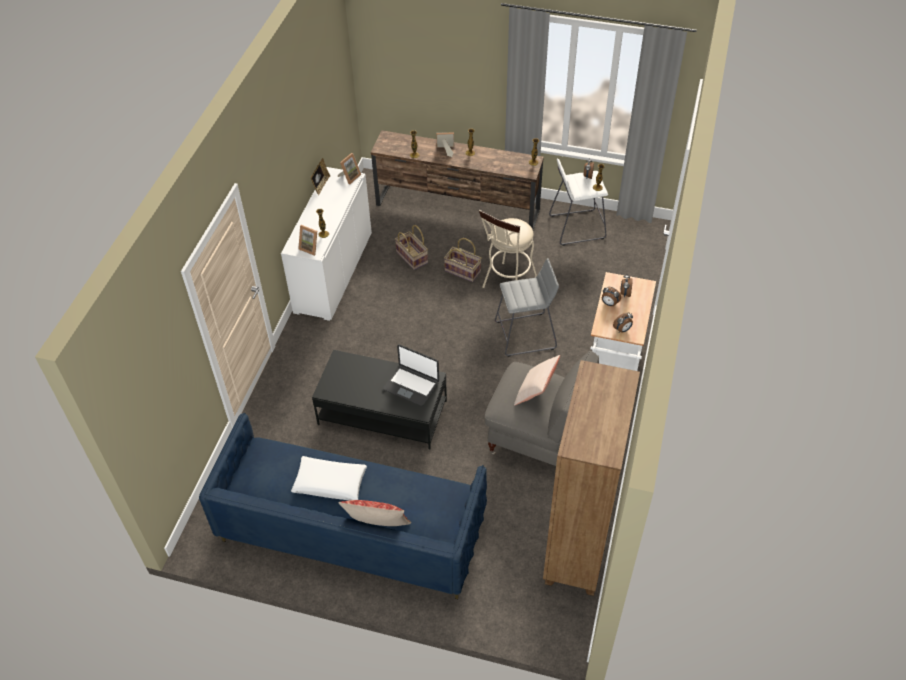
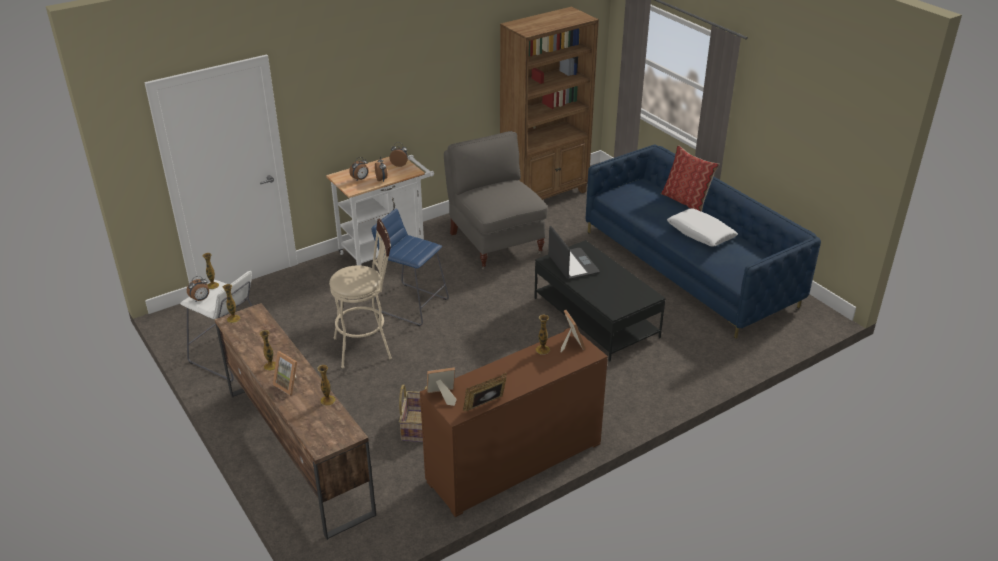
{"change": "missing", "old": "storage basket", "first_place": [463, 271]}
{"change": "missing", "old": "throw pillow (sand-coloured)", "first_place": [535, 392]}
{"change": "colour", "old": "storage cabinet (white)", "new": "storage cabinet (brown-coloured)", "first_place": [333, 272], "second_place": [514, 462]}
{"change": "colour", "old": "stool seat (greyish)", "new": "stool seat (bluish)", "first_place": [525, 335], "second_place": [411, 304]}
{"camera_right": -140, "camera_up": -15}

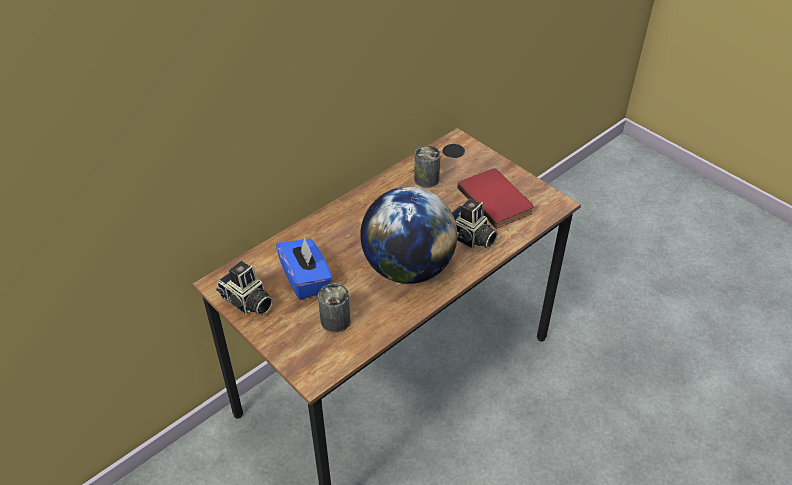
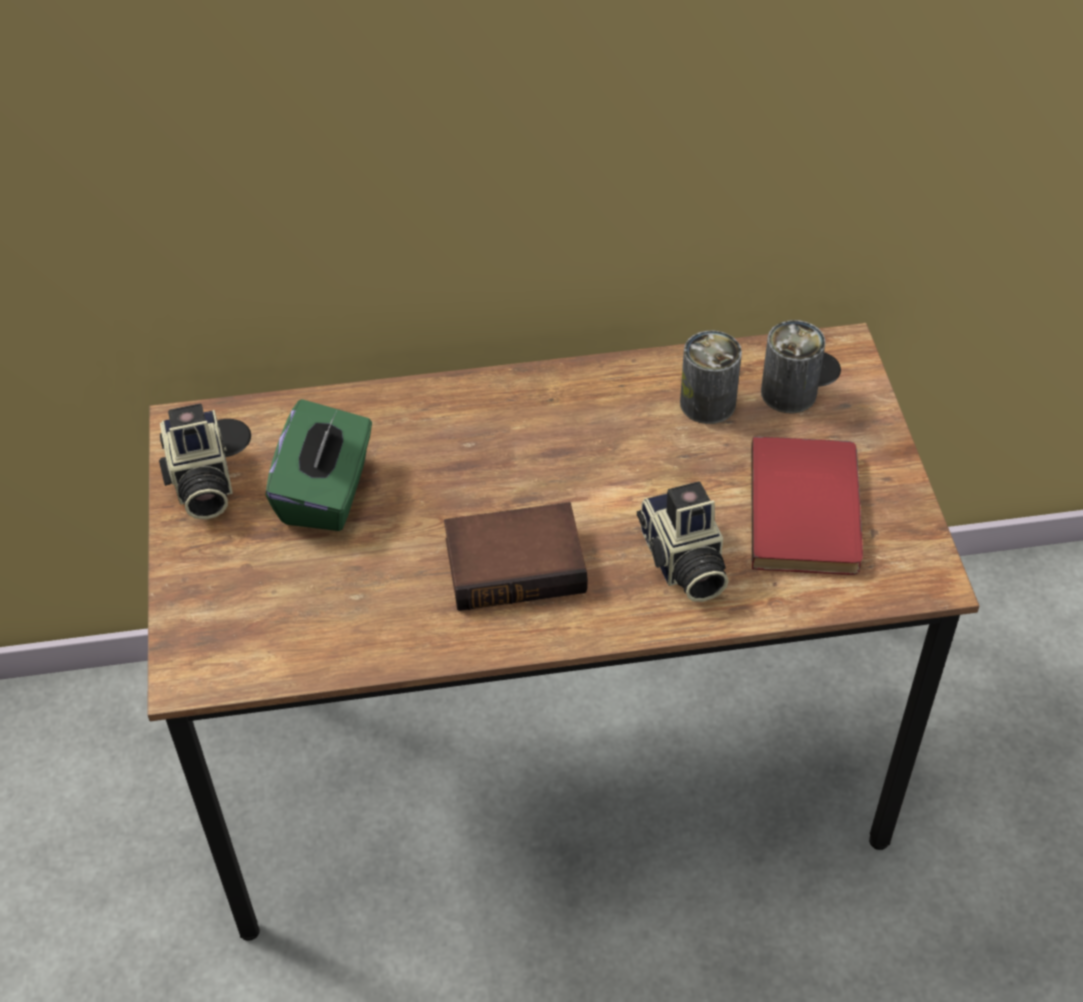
{"change": "relocated", "old": "metal can", "first_place": [335, 321], "second_place": [788, 393]}
{"change": "exchanged", "old": "desk globe", "new": "book", "first_place": [408, 268], "second_place": [516, 562]}
{"change": "colour", "old": "tissue holder (bluish)", "new": "tissue holder (green)", "first_place": [306, 280], "second_place": [326, 492]}
{"camera_right": 35, "camera_up": 5}

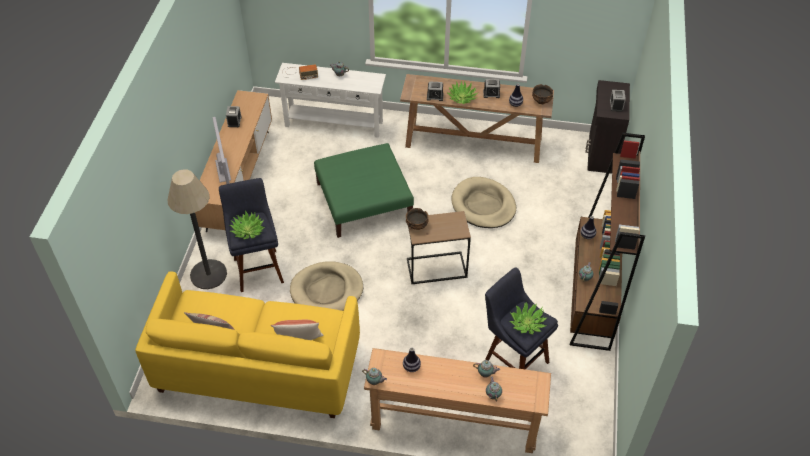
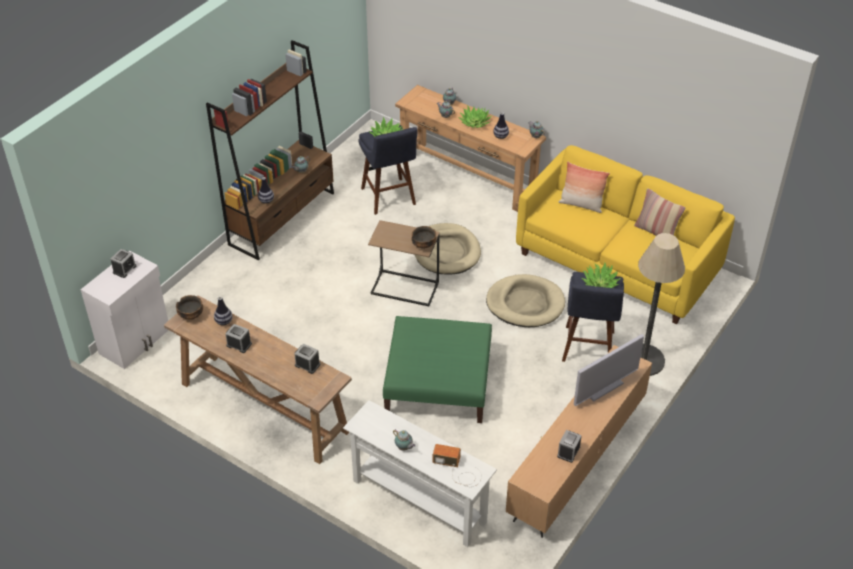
{"change": "relocated", "old": "potted plant", "first_place": [462, 98], "second_place": [475, 122]}
{"change": "relocated", "old": "dog cushion (sand-coloured)", "first_place": [483, 205], "second_place": [446, 252]}
{"change": "colour", "old": "storage cabinet (black-coloured)", "new": "storage cabinet (white)", "first_place": [601, 154], "second_place": [136, 341]}
{"change": "spun", "old": "TV", "first_place": [223, 170], "second_place": [603, 388], "degrees": -135}
{"camera_right": -155, "camera_up": -5}

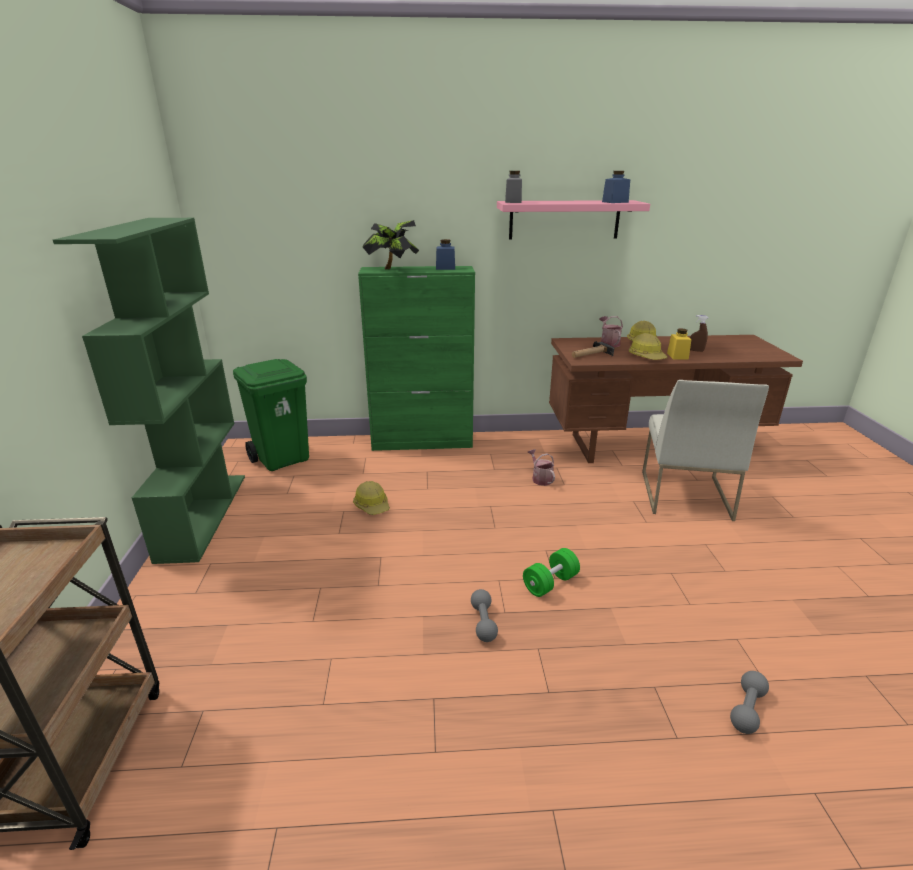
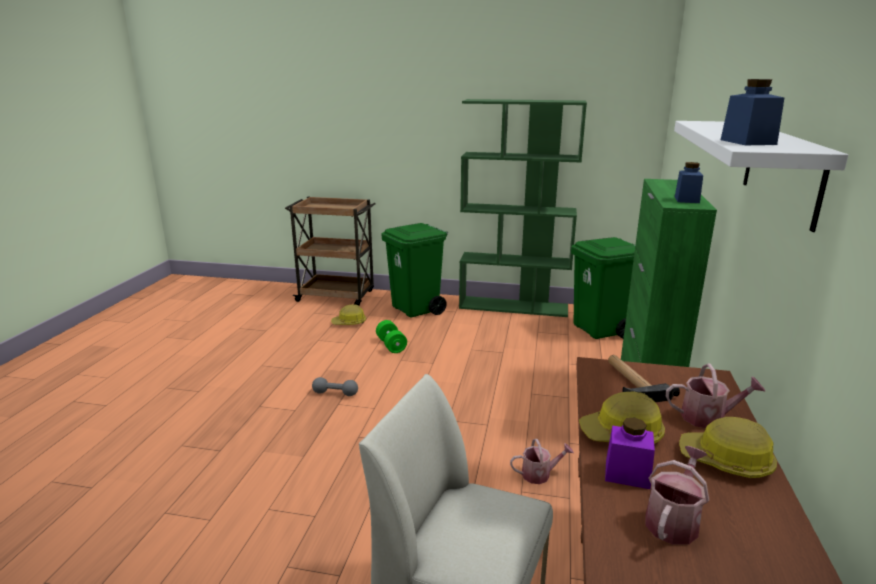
{"change": "missing", "old": "potted plant", "first_place": [392, 269]}
{"change": "missing", "old": "jar (greyish)", "first_place": [513, 202]}
{"change": "missing", "old": "dumbbell (greyish)", "first_place": [747, 709]}
{"change": "appeared", "new": "trash can (green)", "second_place": [416, 309]}
{"change": "relocated", "old": "work helmet", "first_place": [372, 505], "second_place": [349, 323]}
{"change": "relocated", "old": "dumbbell (green)", "first_place": [550, 583], "second_place": [391, 345]}
{"change": "exchanged", "old": "hand sprayer (brown-coloured)", "new": "watering can", "first_place": [696, 350], "second_place": [673, 520]}
{"change": "colour", "old": "wall shelf (pinkish)", "new": "wall shelf (white)", "first_place": [564, 219], "second_place": [781, 170]}
{"change": "colour", "old": "jar (yellow-coloured)", "new": "jar (purple)", "first_place": [677, 356], "second_place": [627, 474]}
{"camera_right": 105, "camera_up": -5}

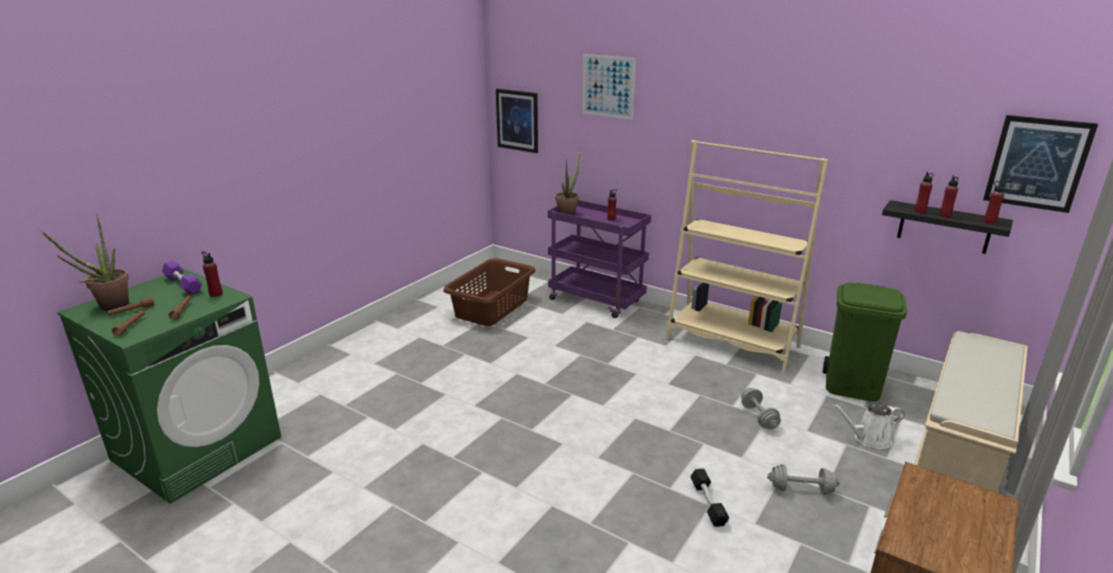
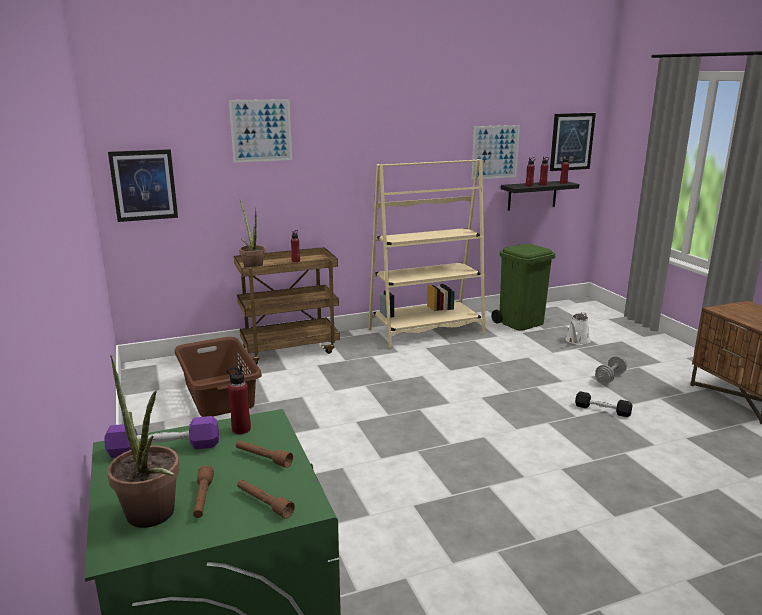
{"change": "missing", "old": "dumbbell (greyish)", "first_place": [758, 417]}
{"change": "missing", "old": "indoor bench (sand-coloured)", "first_place": [961, 450]}
{"change": "appeared", "new": "picture", "second_place": [495, 152]}
{"change": "colour", "old": "cart (purple)", "new": "cart (brown-coloured)", "first_place": [597, 301], "second_place": [290, 349]}
{"camera_right": -55, "camera_up": -5}

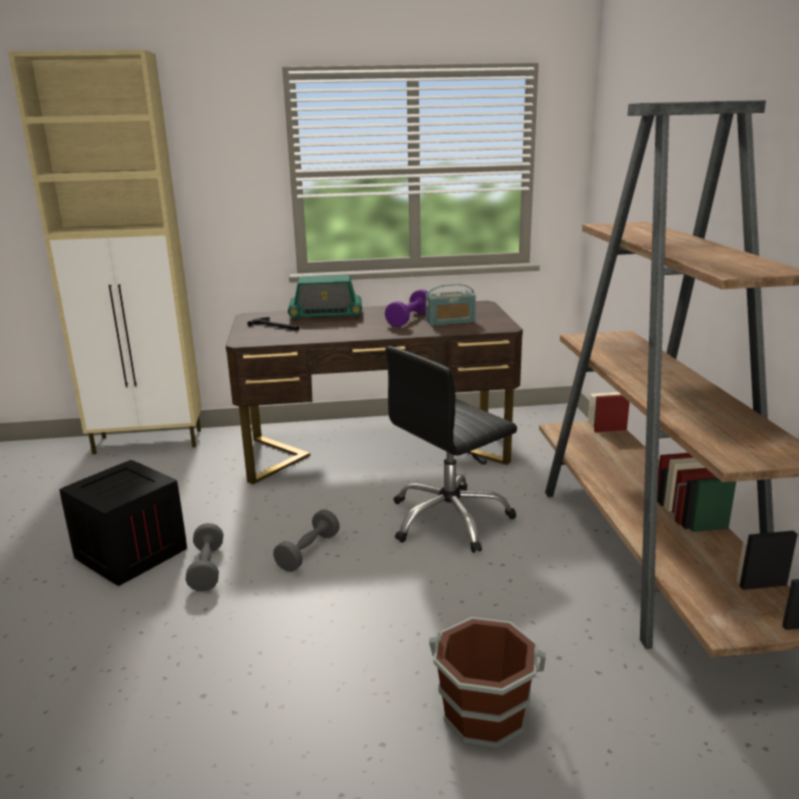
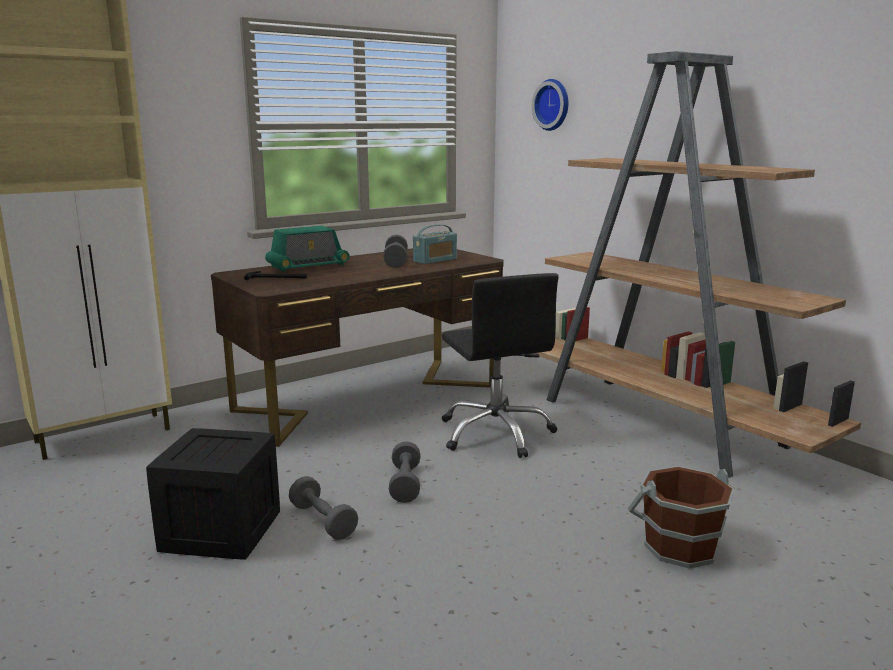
{"change": "appeared", "new": "hanging clock", "second_place": [553, 105]}
{"change": "colour", "old": "dumbbell (purple)", "new": "dumbbell (greyish)", "first_place": [409, 319], "second_place": [396, 262]}
{"change": "spun", "old": "computer chair (black-coloured)", "first_place": [449, 519], "second_place": [496, 433], "degrees": -45}
{"camera_right": -30, "camera_up": -5}

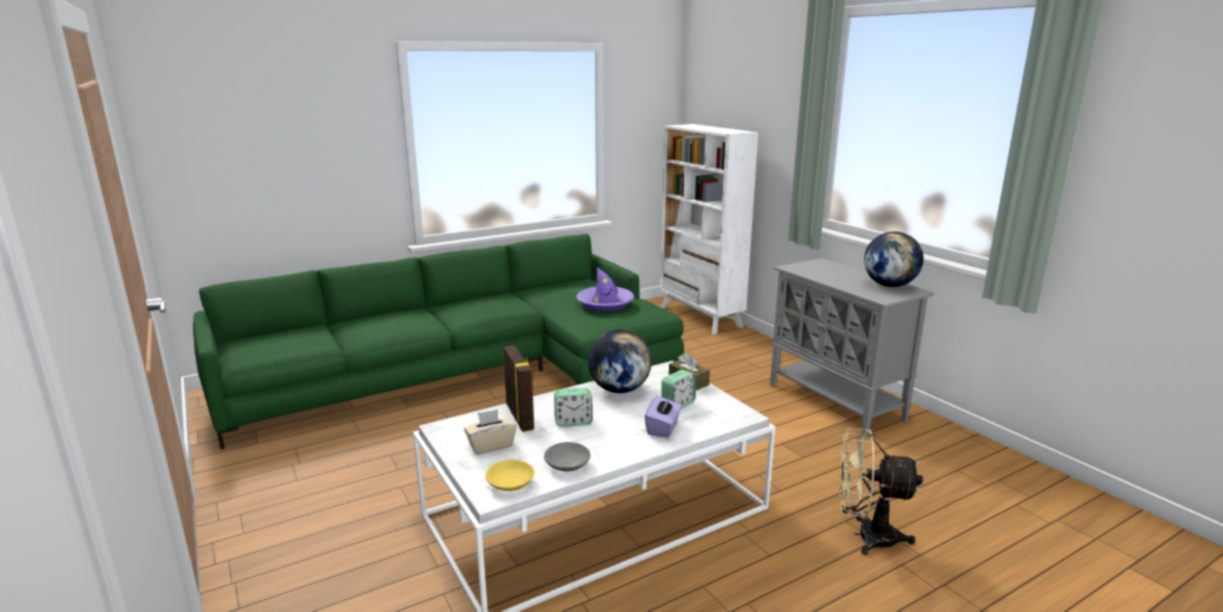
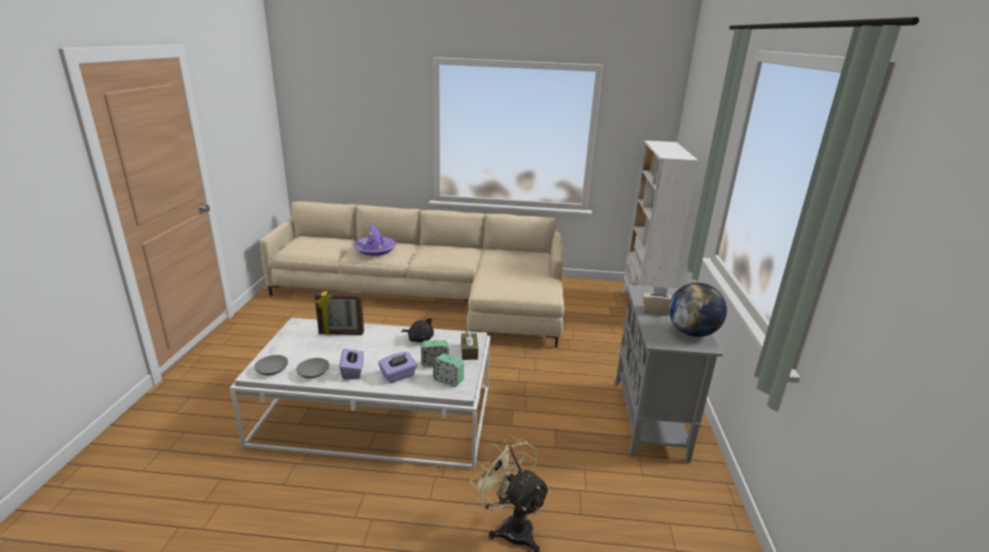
{"change": "appeared", "new": "tissue holder (purple)", "second_place": [353, 371]}
{"change": "relocated", "old": "tissue holder (sand-coloured)", "first_place": [491, 445], "second_place": [657, 310]}
{"change": "relocated", "old": "alarm clock", "first_place": [573, 422], "second_place": [448, 380]}
{"change": "relocated", "old": "clothing hat (purple)", "first_place": [605, 304], "second_place": [375, 250]}
{"change": "exchanged", "old": "desk globe", "new": "plush toy (black-coloured)", "first_place": [619, 389], "second_place": [419, 339]}
{"change": "colour", "old": "couch (green)", "new": "couch (sand-coloured)", "first_place": [469, 373], "second_place": [431, 296]}
{"change": "colour", "old": "serving bowl (yellow-coloured)", "new": "serving bowl (greyish)", "first_place": [511, 484], "second_place": [272, 371]}
{"change": "spun", "old": "photo frame", "first_place": [520, 416], "second_place": [341, 333], "degrees": 75}
{"camera_right": 35, "camera_up": 5}

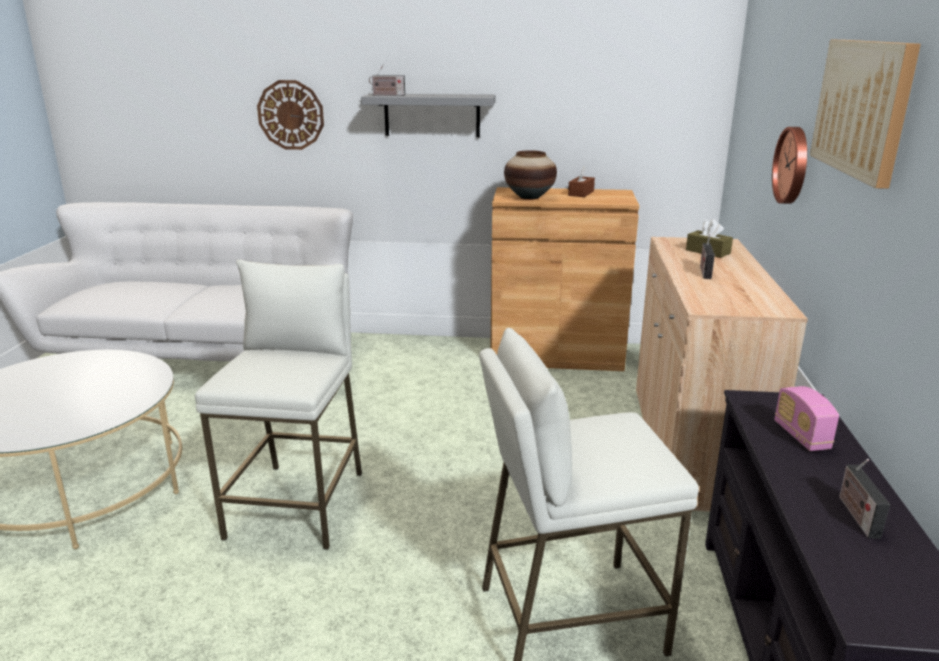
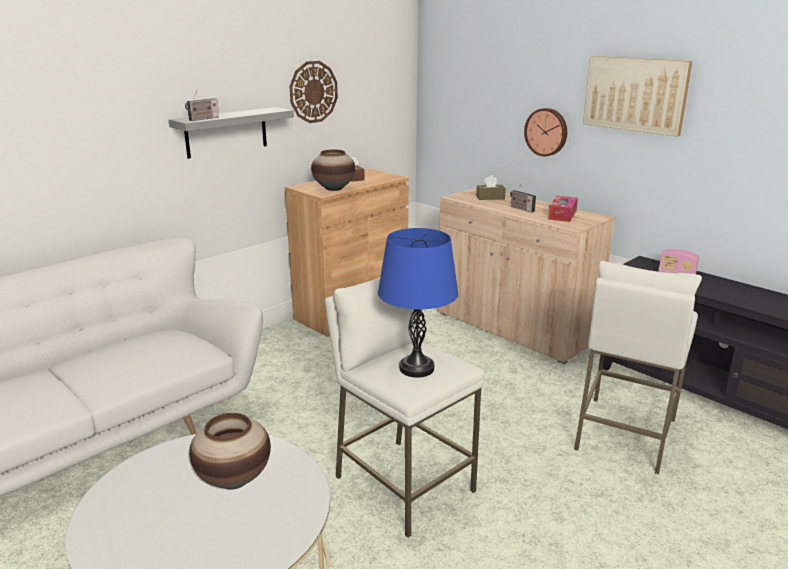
{"change": "missing", "old": "radio", "first_place": [856, 515]}
{"change": "appeared", "new": "vase", "second_place": [234, 480]}
{"change": "appeared", "new": "table lamp (bluish)", "second_place": [416, 368]}
{"change": "appeared", "new": "tissue holder", "second_place": [562, 215]}
{"change": "relocated", "old": "hanging clock", "first_place": [291, 115], "second_place": [313, 92]}
{"camera_right": -50, "camera_up": 0}

